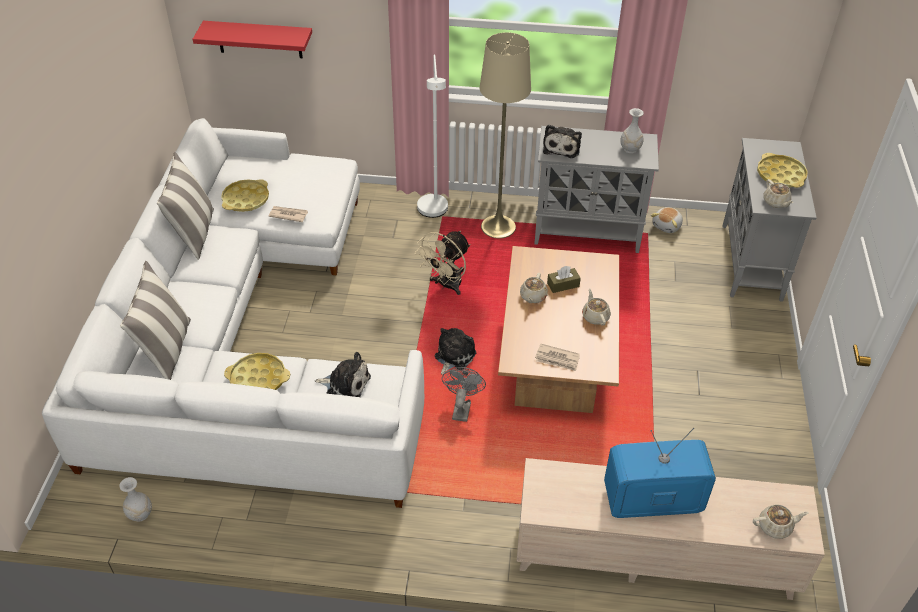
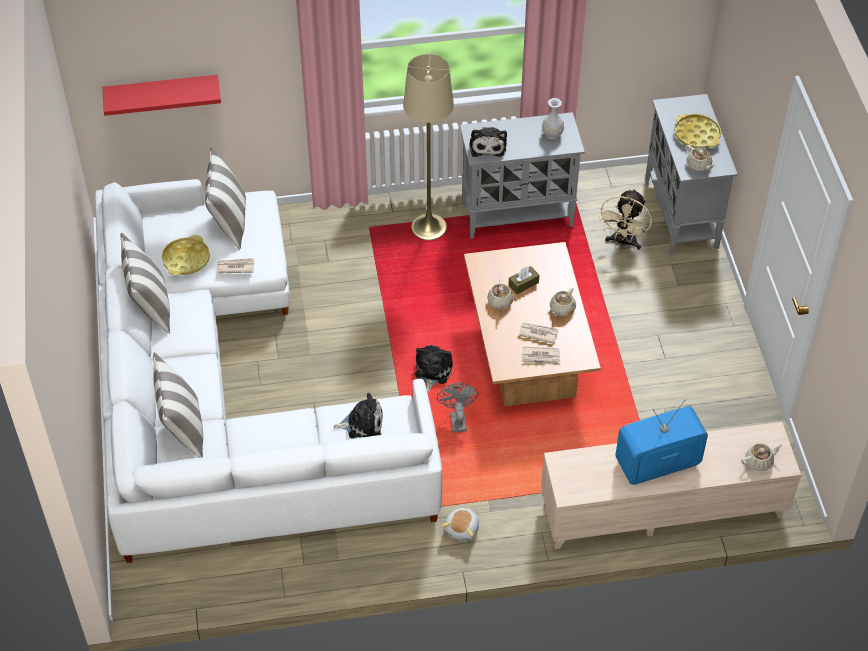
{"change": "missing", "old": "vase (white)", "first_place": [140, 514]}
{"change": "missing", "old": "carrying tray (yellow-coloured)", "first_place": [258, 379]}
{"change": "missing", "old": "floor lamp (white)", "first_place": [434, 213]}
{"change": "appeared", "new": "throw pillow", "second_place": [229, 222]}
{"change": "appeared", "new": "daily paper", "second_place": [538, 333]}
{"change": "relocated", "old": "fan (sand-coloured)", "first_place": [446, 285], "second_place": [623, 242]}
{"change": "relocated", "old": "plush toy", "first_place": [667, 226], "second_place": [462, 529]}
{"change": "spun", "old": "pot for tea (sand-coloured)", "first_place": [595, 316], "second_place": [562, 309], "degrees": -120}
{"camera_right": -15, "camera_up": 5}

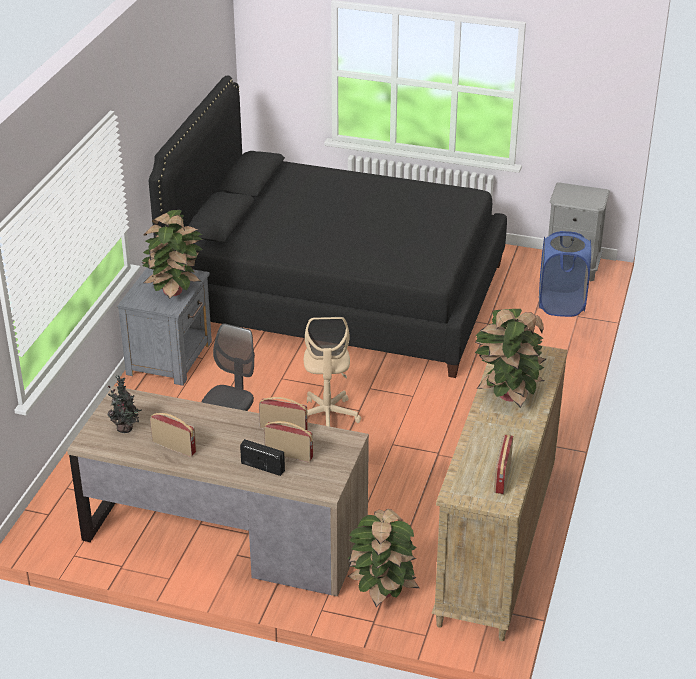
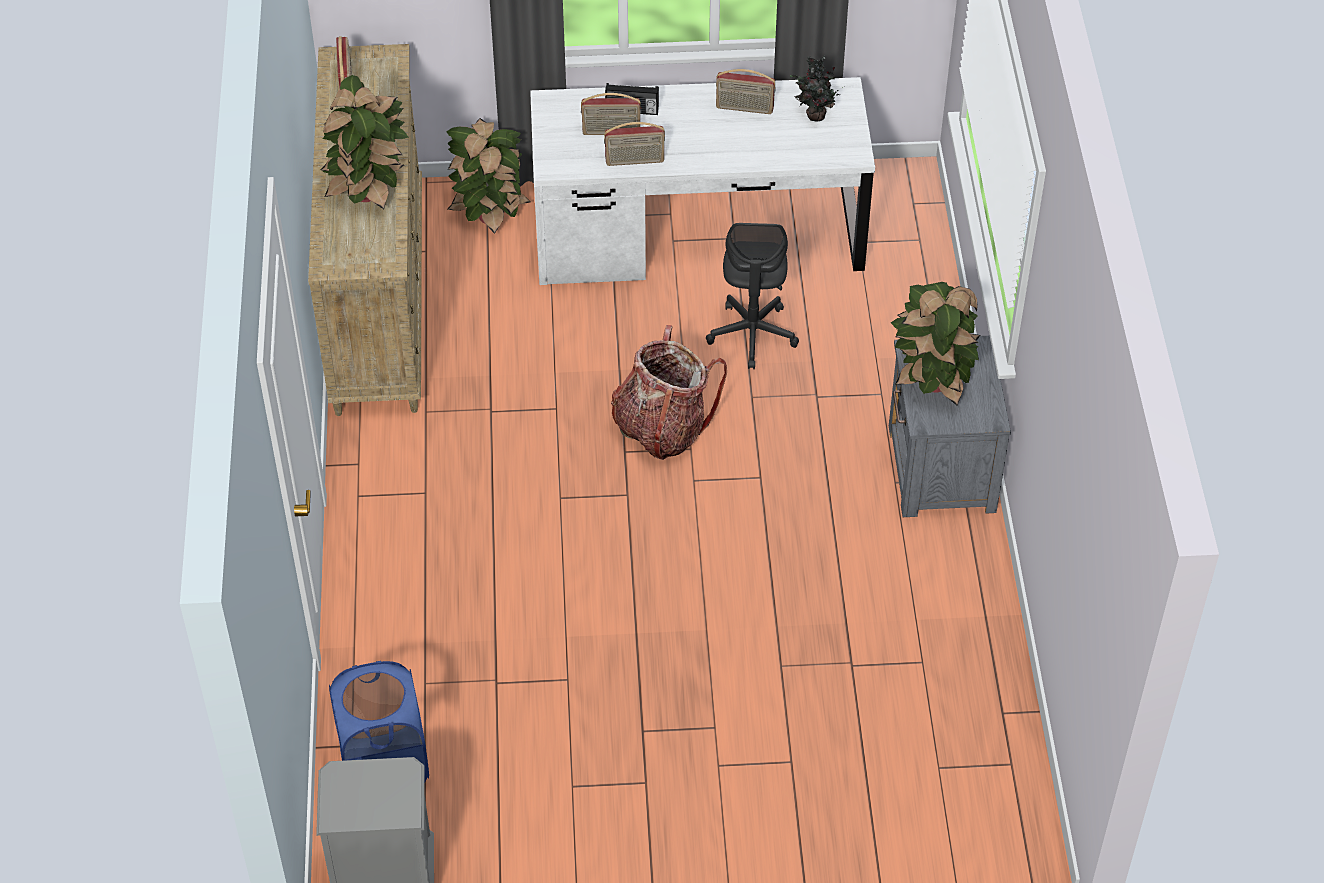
{"change": "missing", "old": "bedroom bed (black-coloured)", "first_place": [336, 294]}
{"change": "exchanged", "old": "computer chair (sand-coloured)", "new": "knapsack", "first_place": [327, 417], "second_place": [662, 428]}
{"change": "colour", "old": "desk (brown-coloured)", "new": "desk (white)", "first_place": [225, 533], "second_place": [698, 234]}
{"camera_right": 160, "camera_up": 15}

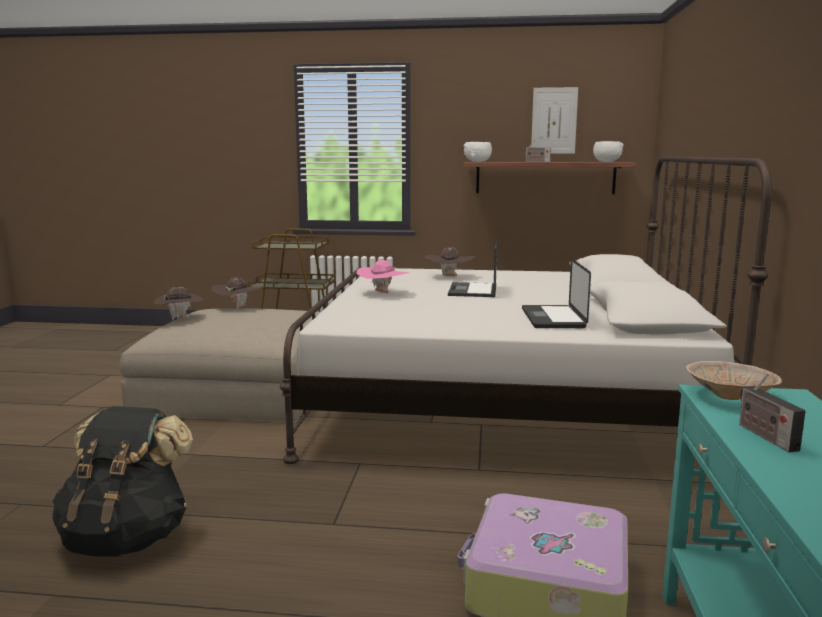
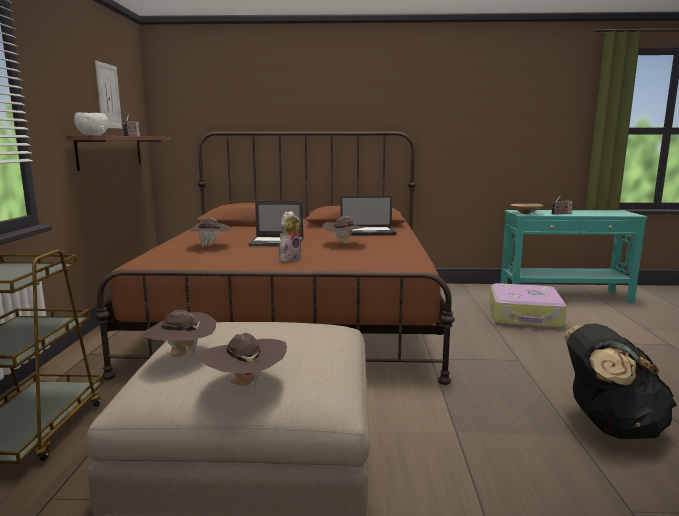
{"change": "missing", "old": "serving bowl (white)", "first_place": [606, 162]}
{"change": "appeared", "new": "clothing hat (brown-coloured)", "second_place": [344, 245]}
{"change": "exchanged", "old": "clothing hat (pinkish)", "new": "plush toy", "first_place": [383, 294], "second_place": [289, 259]}
{"change": "colour", "old": "bedroom bed (white)", "new": "bedroom bed (brown-coloured)", "first_place": [502, 400], "second_place": [295, 320]}
{"camera_right": -95, "camera_up": 0}

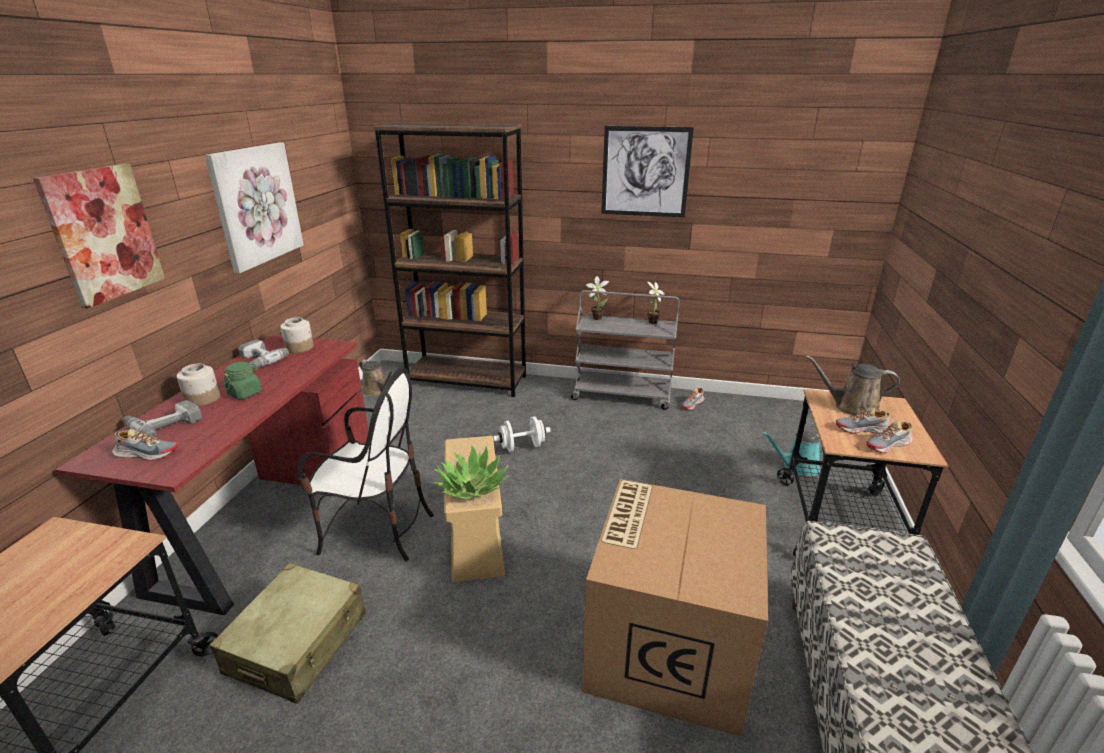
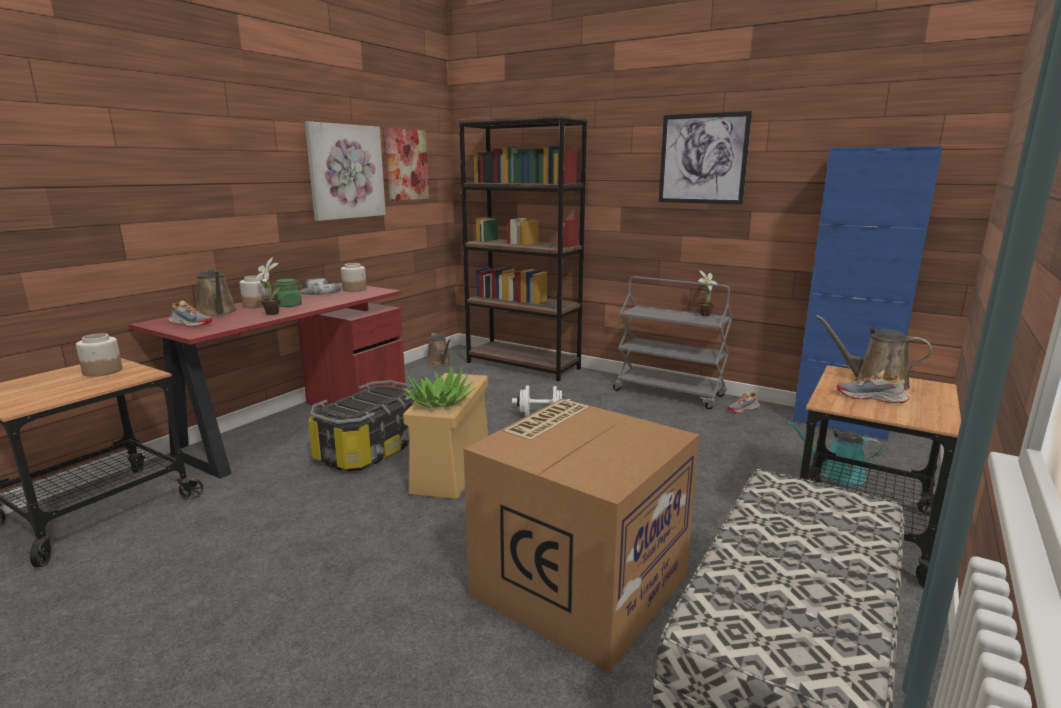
{"change": "missing", "old": "travel case (sand-coloured)", "first_place": [298, 643]}
{"change": "missing", "old": "item of footwear", "first_place": [888, 445]}
{"change": "appeared", "new": "jar", "second_place": [102, 371]}
{"change": "appeared", "new": "storage cabinet (bluish)", "second_place": [840, 424]}
{"change": "relocated", "old": "picture", "first_place": [103, 234], "second_place": [406, 165]}
{"change": "relocated", "old": "potted plant", "first_place": [596, 318], "second_place": [272, 313]}
{"change": "exchanged", "old": "power drill", "new": "watering can (brown-coloured)", "first_place": [163, 424], "second_place": [217, 313]}
{"change": "exchanged", "old": "chair", "new": "storage box", "first_place": [376, 531], "second_place": [371, 450]}
{"camera_right": 20, "camera_up": -10}

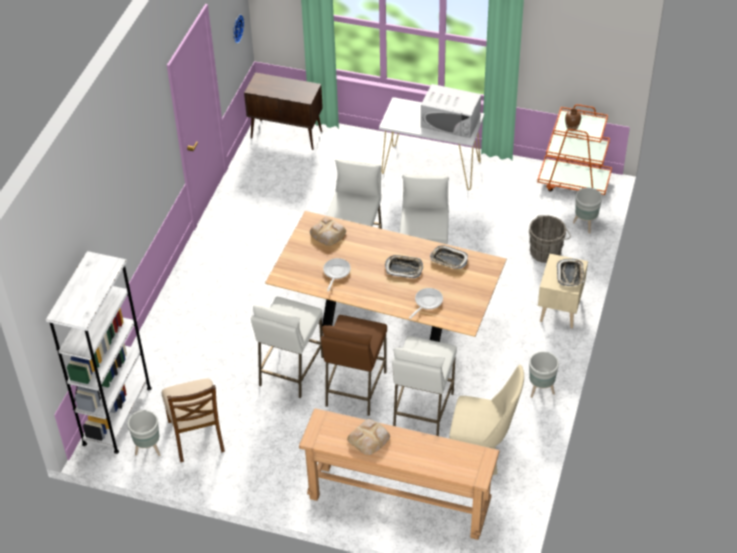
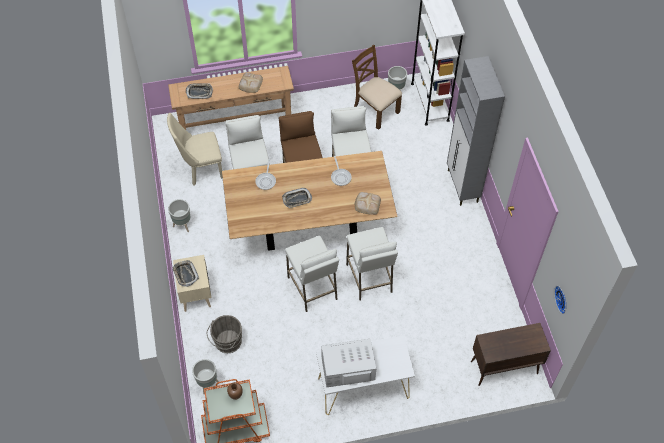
{"change": "appeared", "new": "storage cabinet (greyish)", "second_place": [462, 186]}
{"change": "relocated", "old": "carrying tray", "first_place": [448, 259], "second_place": [199, 92]}
{"camera_right": 150, "camera_up": 10}

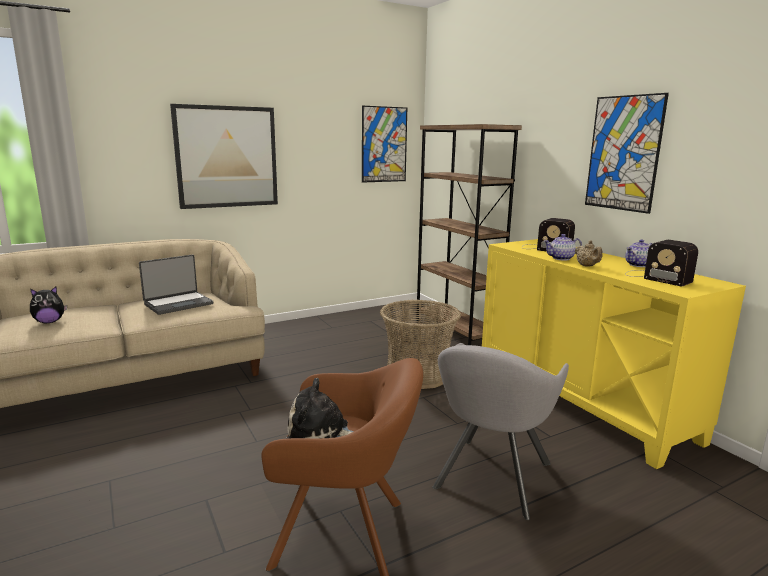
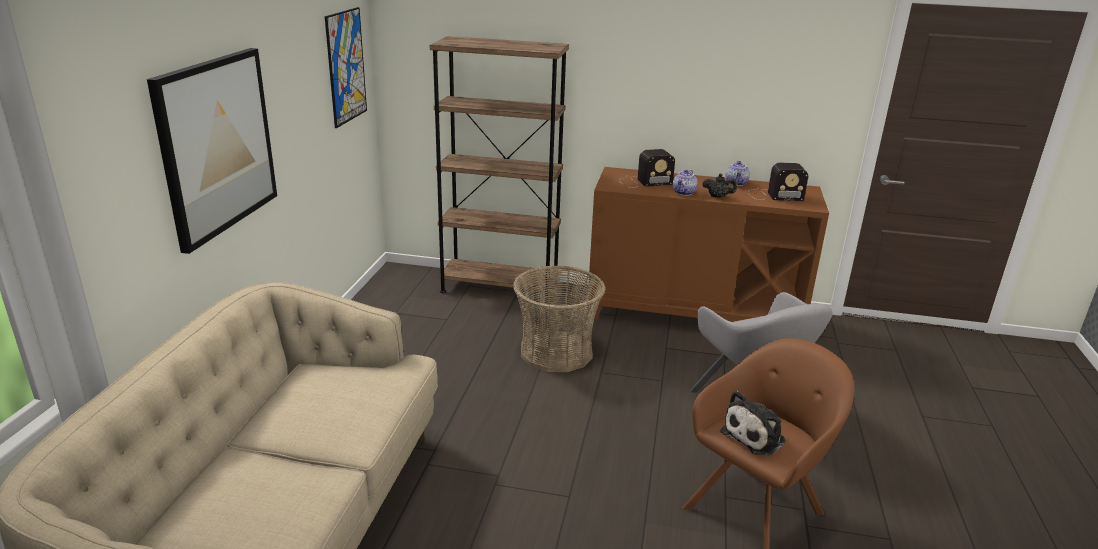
{"change": "missing", "old": "plush toy", "first_place": [49, 322]}
{"change": "missing", "old": "portable computer", "first_place": [178, 304]}
{"change": "missing", "old": "picture", "first_place": [623, 153]}
{"change": "colour", "old": "storage cabinet (yellow-coloured)", "new": "storage cabinet (brown-coloured)", "first_place": [581, 401], "second_place": [693, 314]}
{"change": "colour", "old": "pot for tea (sand-coloured)", "new": "pot for tea (black-coloured)", "first_place": [587, 266], "second_place": [718, 197]}
{"camera_right": -50, "camera_up": 10}

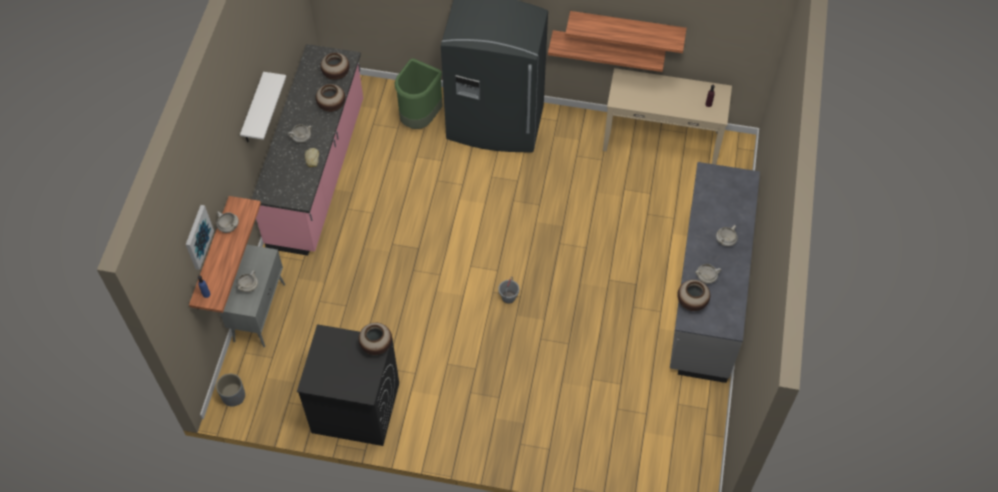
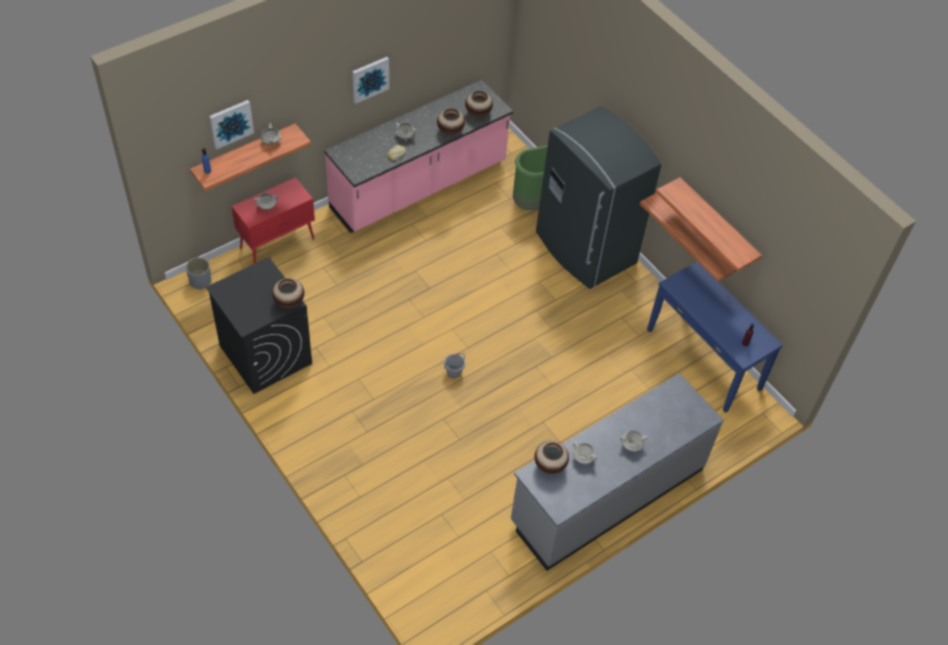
{"change": "exchanged", "old": "wall shelf (white)", "new": "picture", "first_place": [253, 110], "second_place": [370, 79]}
{"change": "colour", "old": "storage cabinet (greyish)", "new": "storage cabinet (red)", "first_place": [260, 312], "second_place": [278, 243]}
{"change": "colour", "old": "console table (sand-coloured)", "new": "console table (bluish)", "first_place": [661, 140], "second_place": [704, 359]}
{"camera_right": 40, "camera_up": -5}

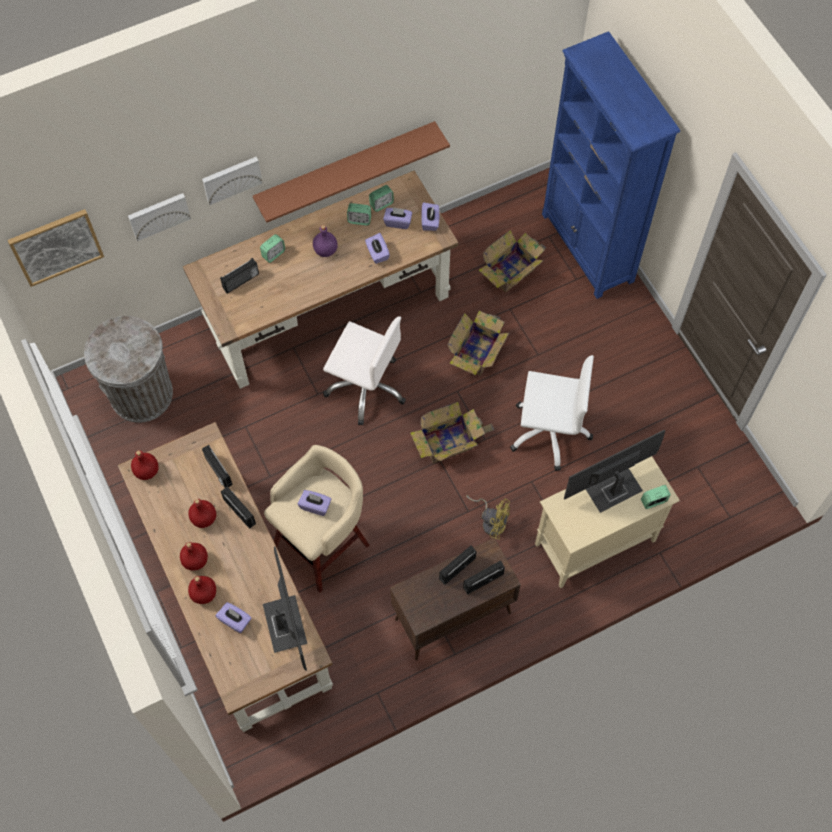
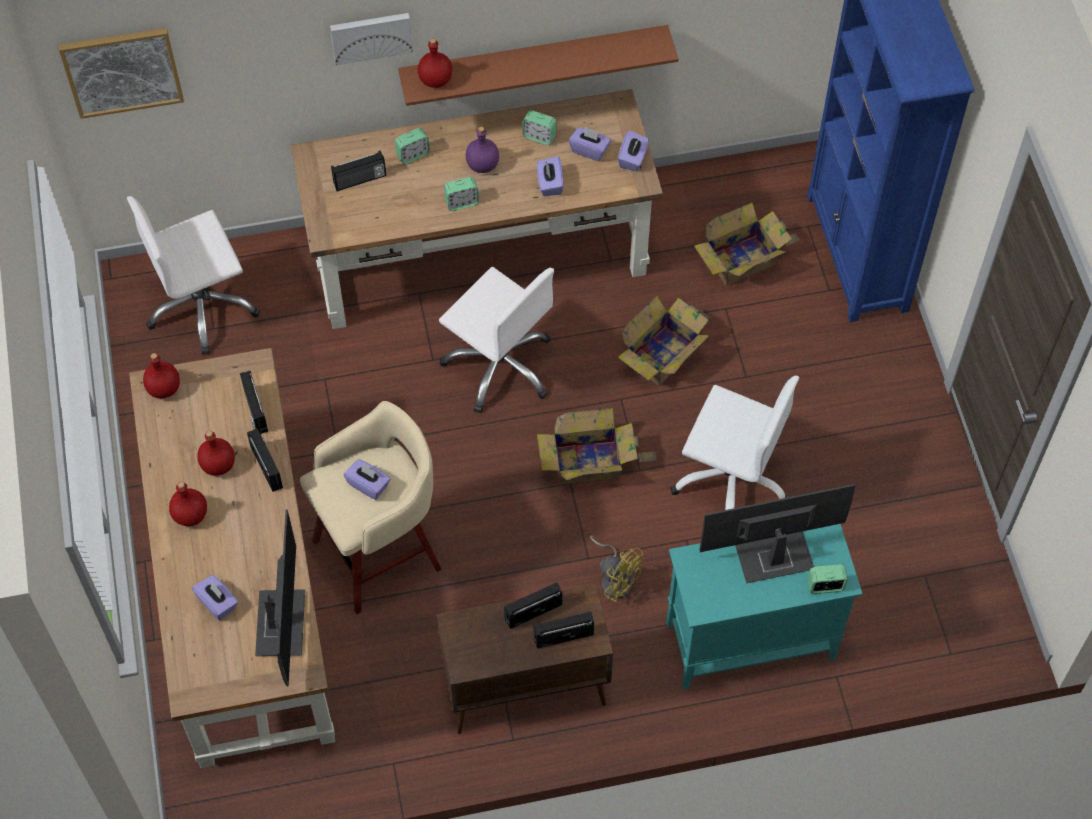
{"change": "missing", "old": "picture", "first_place": [158, 215]}
{"change": "relocated", "old": "bottle (red)", "first_place": [203, 594], "second_place": [435, 80]}
{"change": "relocated", "old": "alarm clock", "first_place": [381, 204], "second_place": [461, 202]}
{"change": "exchanged", "old": "trash can (greyish)", "new": "computer chair (white)", "first_place": [141, 394], "second_place": [202, 307]}
{"change": "colour", "old": "storage cabinet (sand-coloured)", "new": "storage cabinet (turquoise)", "first_place": [594, 543], "second_place": [748, 642]}
{"camera_right": 15, "camera_up": -5}

